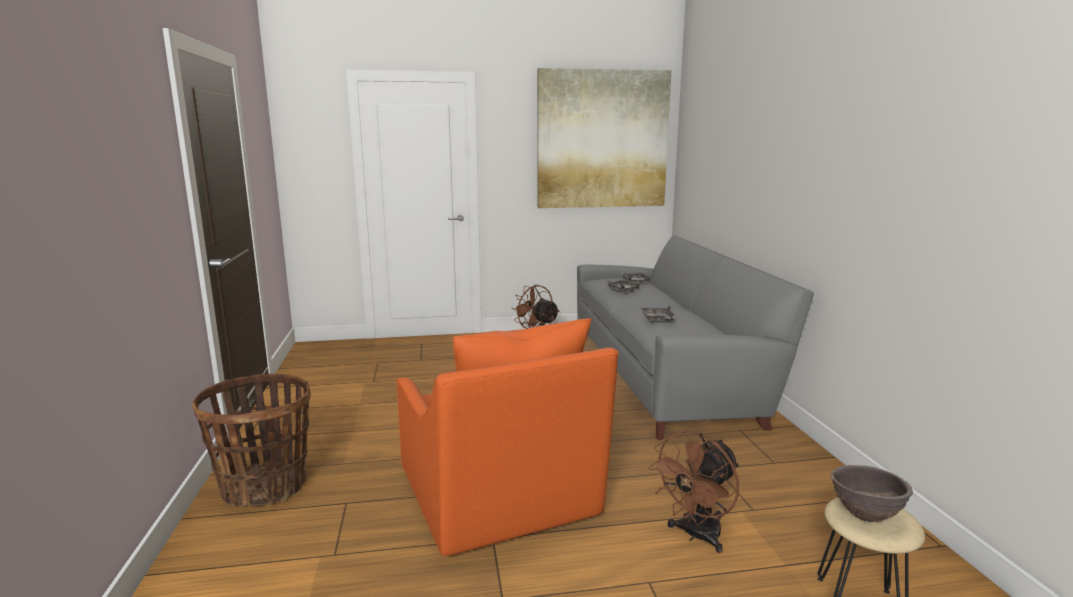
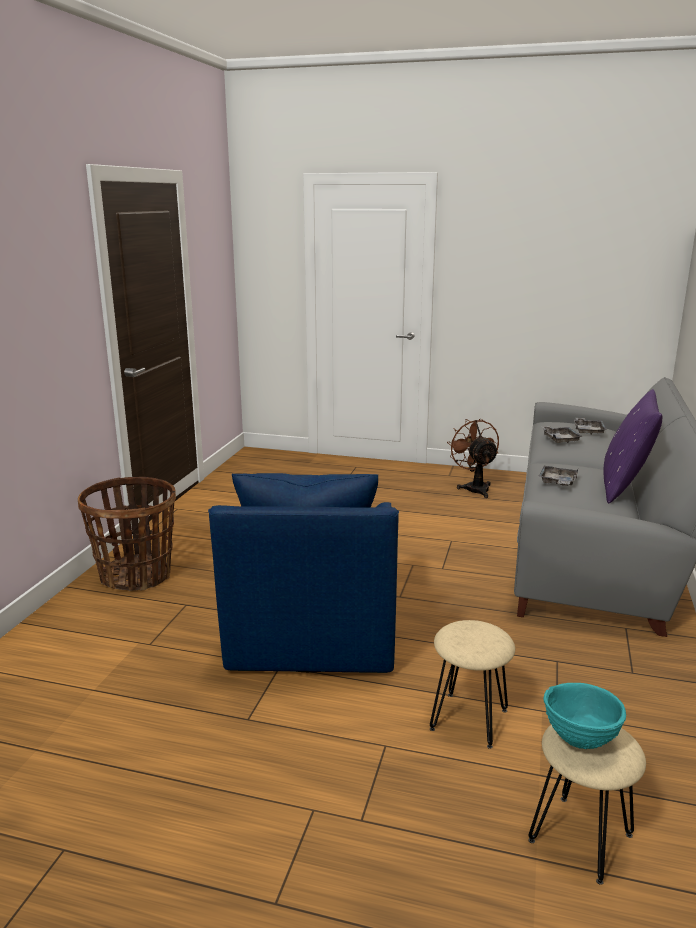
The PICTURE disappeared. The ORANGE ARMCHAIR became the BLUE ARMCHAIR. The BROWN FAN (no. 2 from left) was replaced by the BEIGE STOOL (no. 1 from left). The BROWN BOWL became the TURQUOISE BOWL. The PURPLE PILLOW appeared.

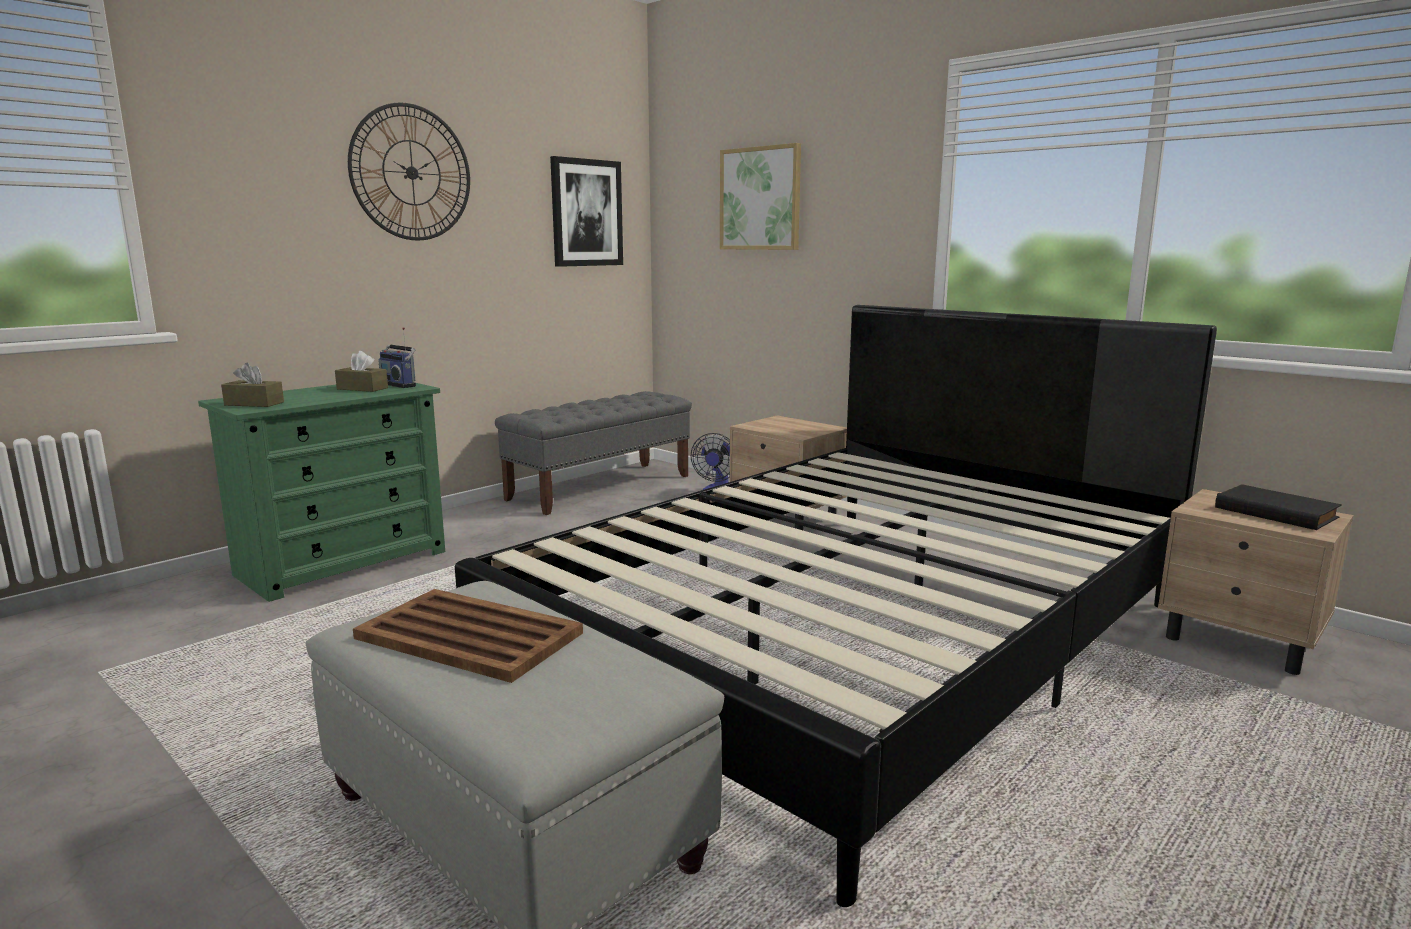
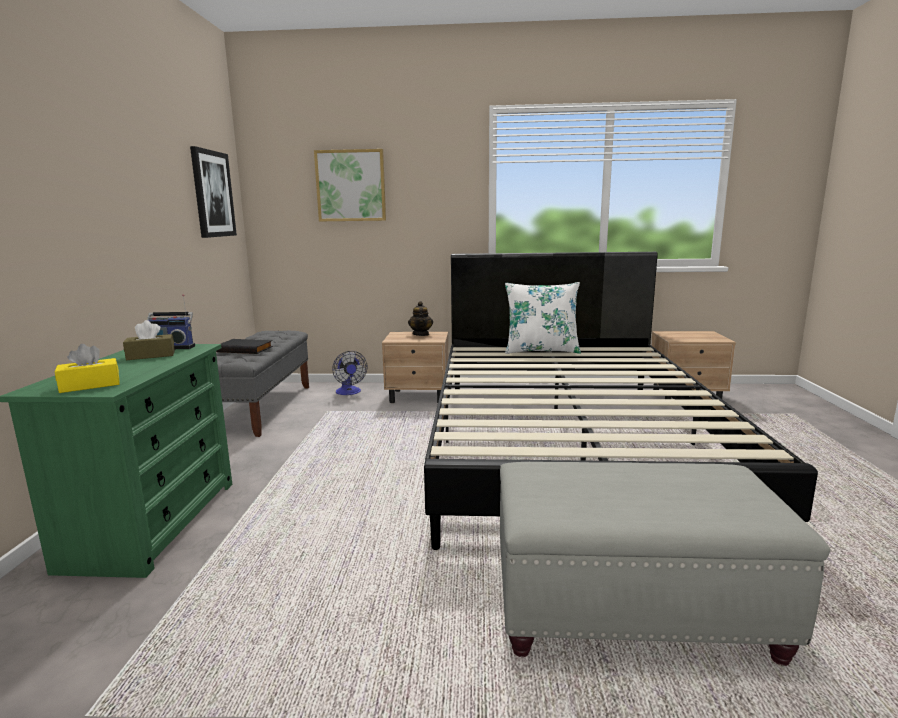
The WALL CLOCK disappeared. The BROWN TISSUE BOX (no. 1 from left) became the YELLOW TISSUE BOX. The BLACK BOOK moved. The BROWN TRAY disappeared. The WHITE PILLOW appeared. The TEAPOT appeared.

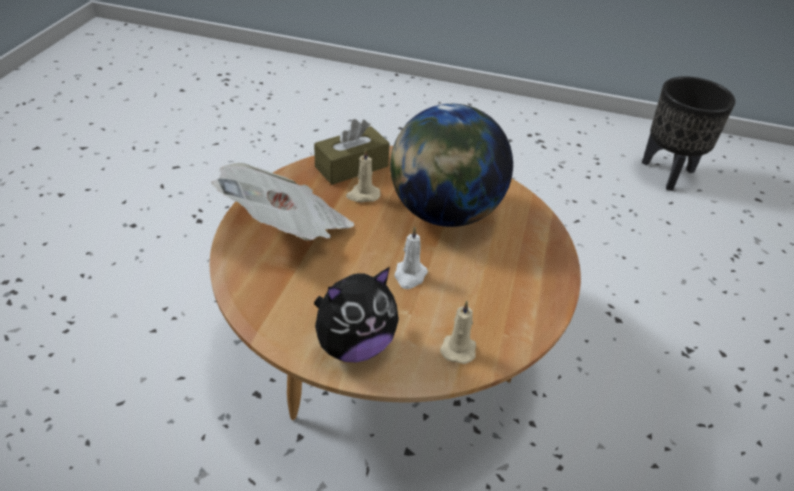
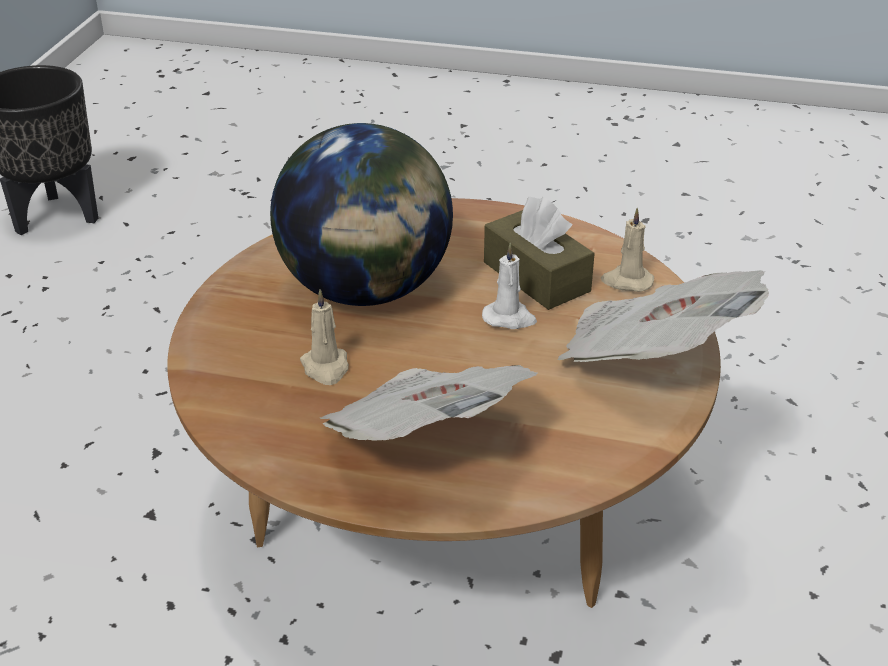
The BROWN TISSUE BOX moved. The PLUSH TOY was replaced by the NEWSPAPER (no. 2 from left).

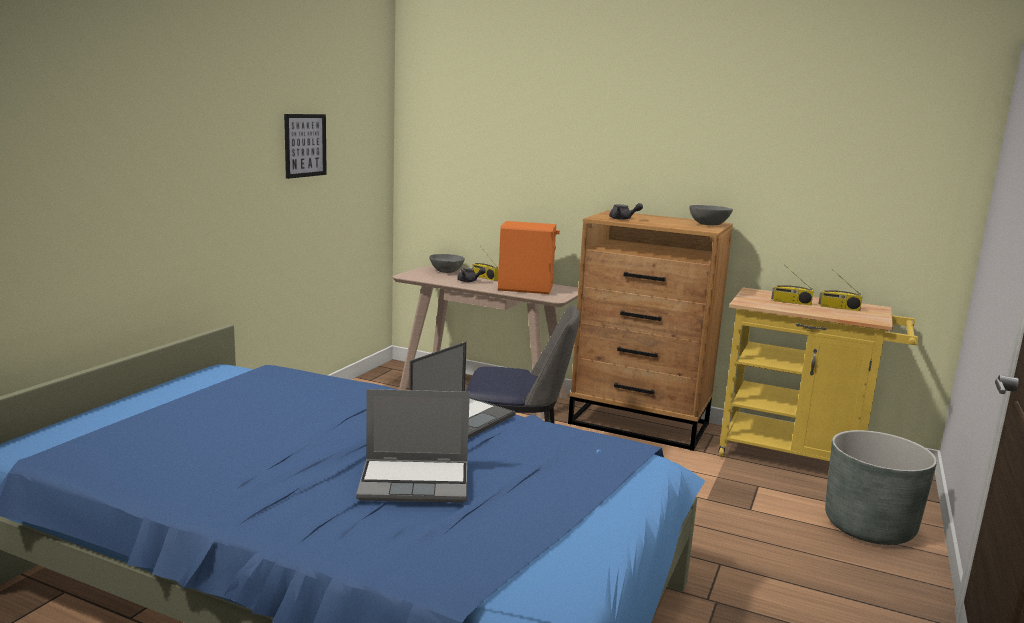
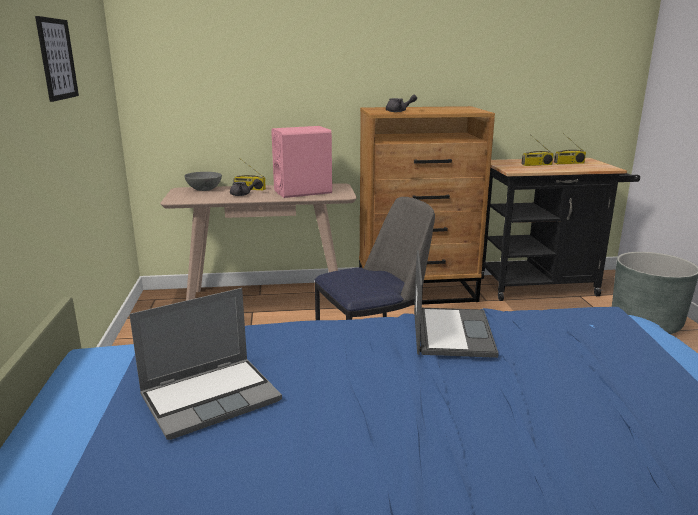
The GREY BOWL (no. 2 from left) disappeared. The ORANGE SPEAKER became the PINK SPEAKER. The YELLOW CART became the BLACK CART. The LAPTOP (no. 1 from left) moved.

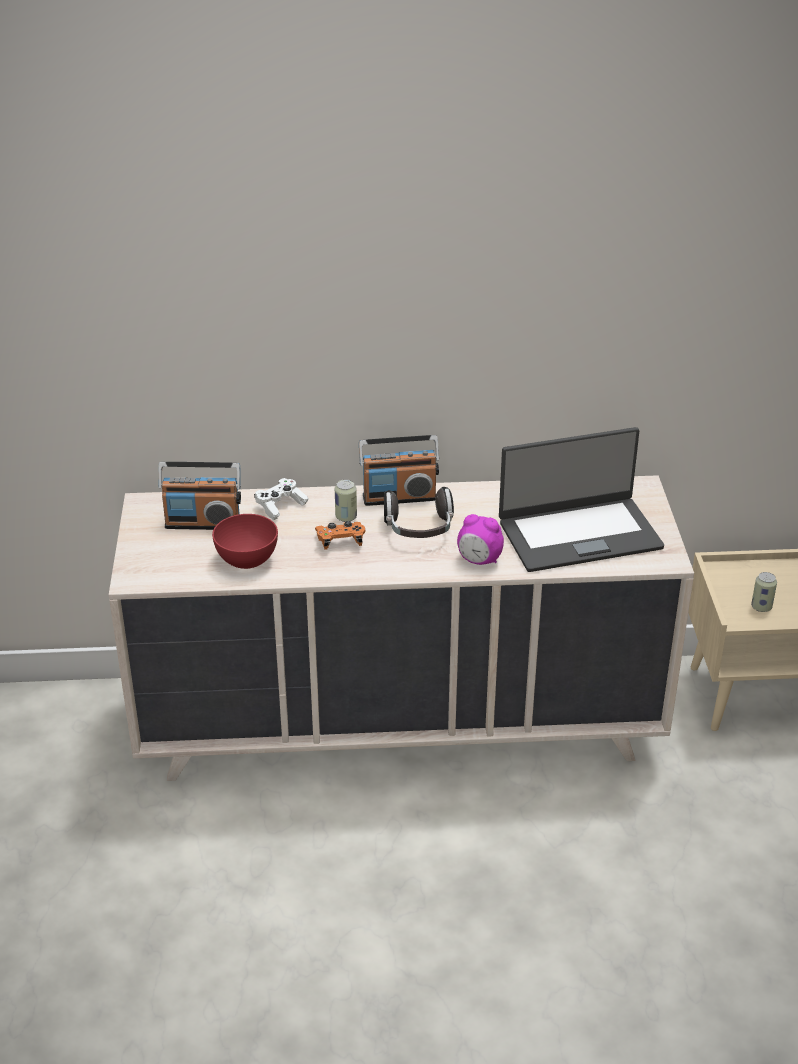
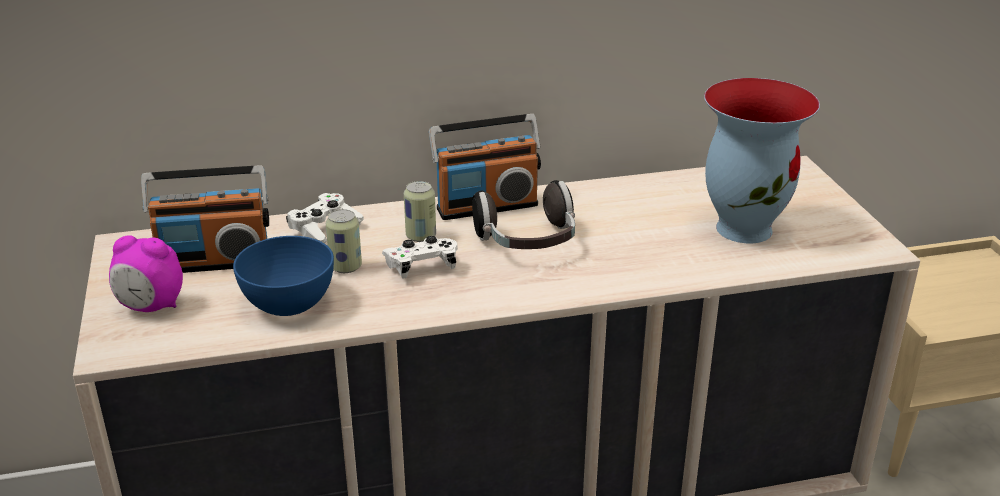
The LAPTOP was replaced by the VASE. The RED BOWL became the BLUE BOWL. The ALARM CLOCK moved. The ORANGE GAME CONTROLLER became the WHITE GAME CONTROLLER (no. 2 from left). The CAN (no. 2 from left in the first image) moved.

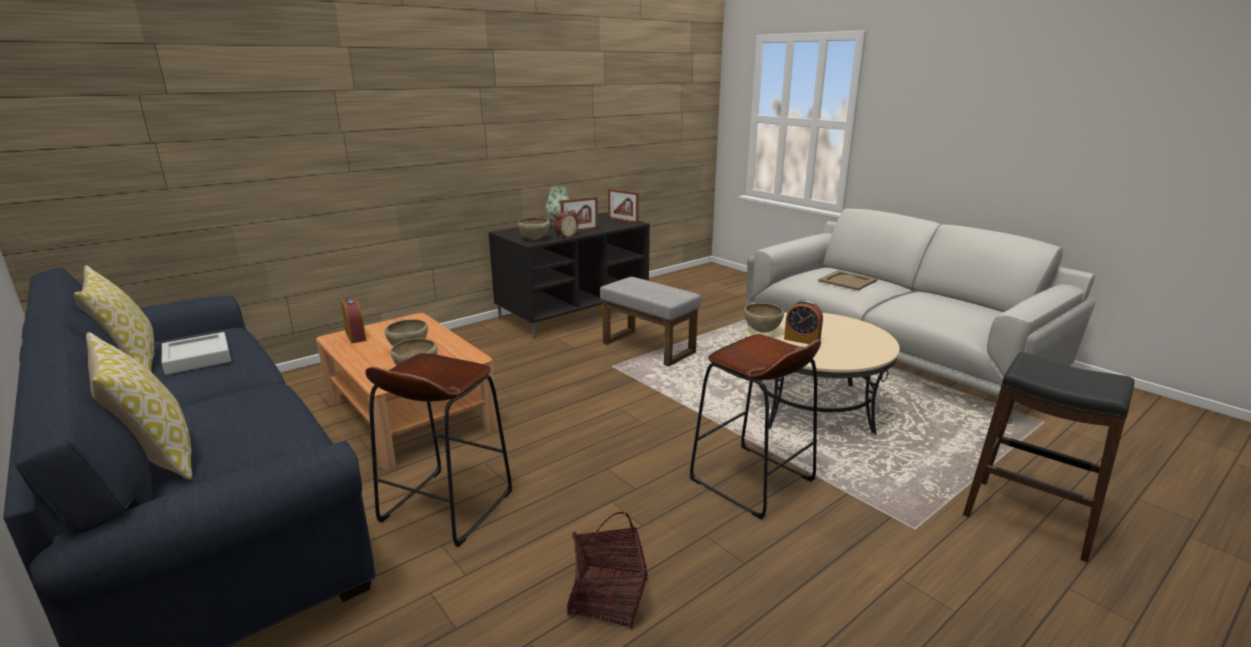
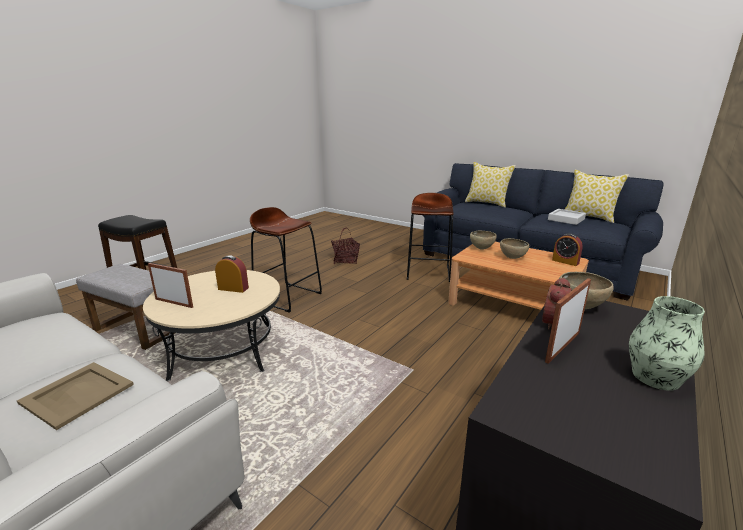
The PICTURE FRAME (no. 2 from left in the first image) moved. The GREY OTTOMAN moved. The BROWN BOWL (no. 4 from left) disappeared.

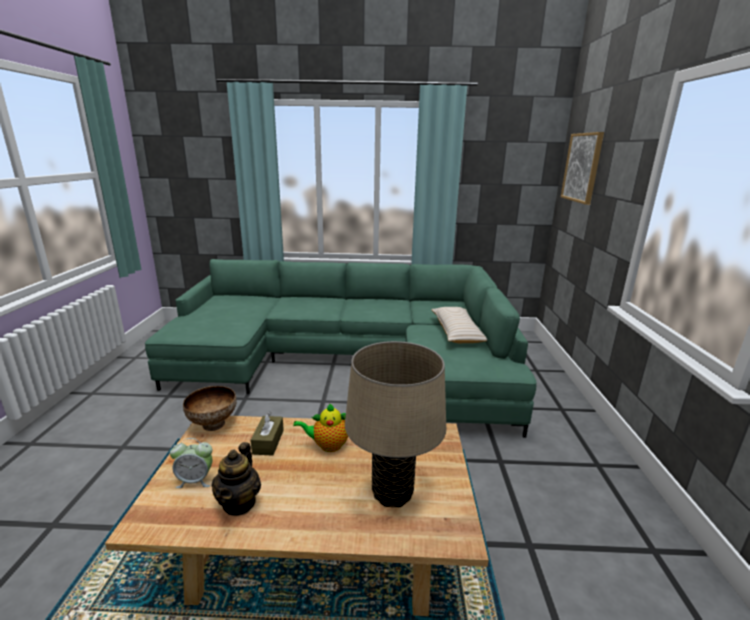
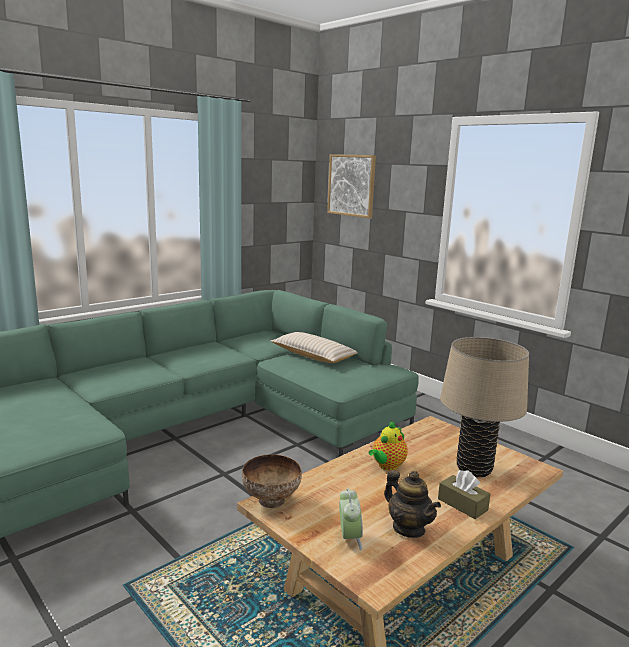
The BROWN TISSUE BOX moved. The ALARM CLOCK turned 45 degrees counterclockwise.

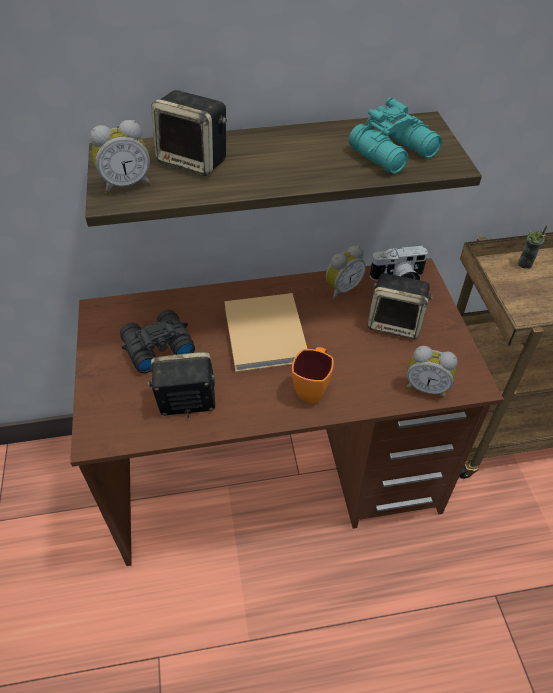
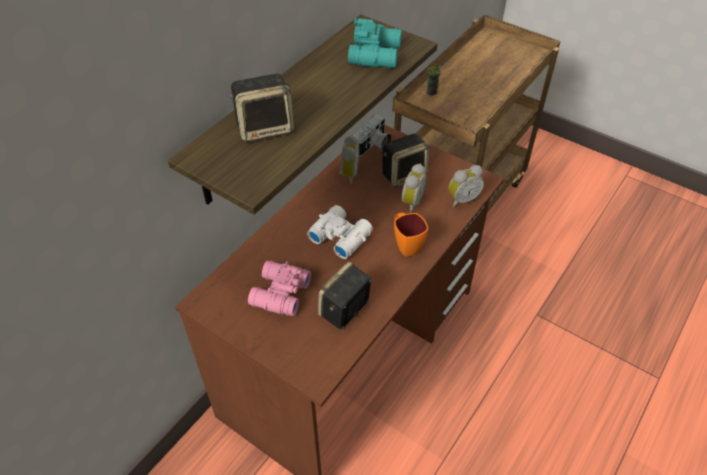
The ALARM CLOCK (no. 1 from left in the first image) moved. The BEIGE BOOK was replaced by the WHITE BINOCULARS. The BLACK BINOCULARS became the PINK BINOCULARS.

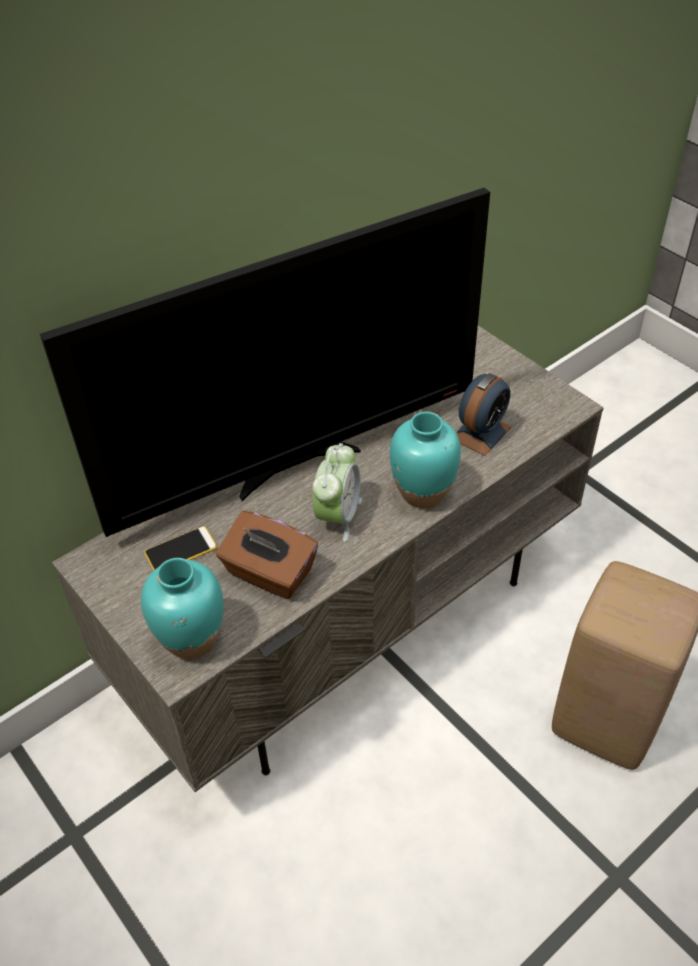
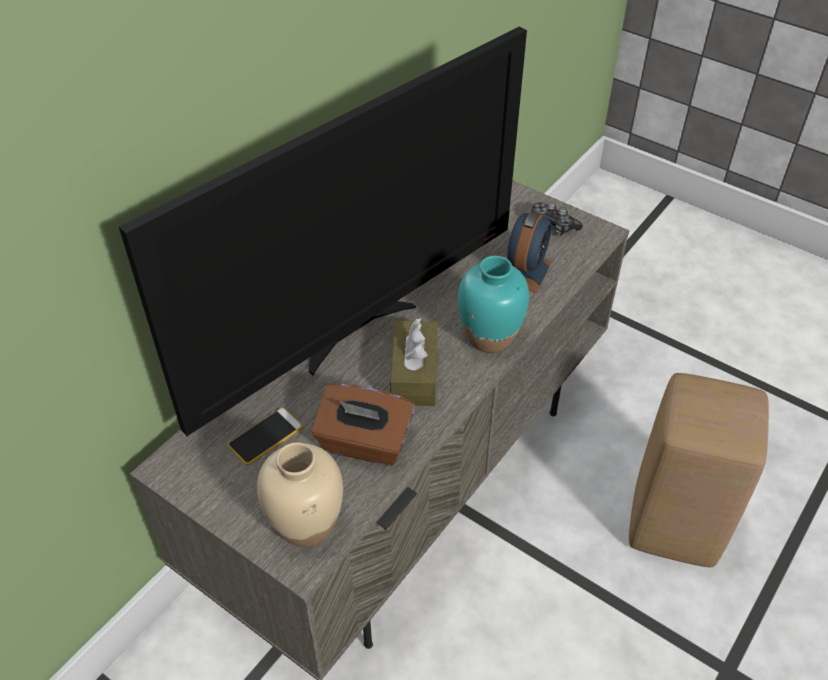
The ALARM CLOCK (no. 1 from left) was replaced by the BROWN TISSUE BOX (no. 2 from left). The TURQUOISE VASE (no. 1 from left) became the BEIGE VASE. The GAME CONTROLLER appeared.

